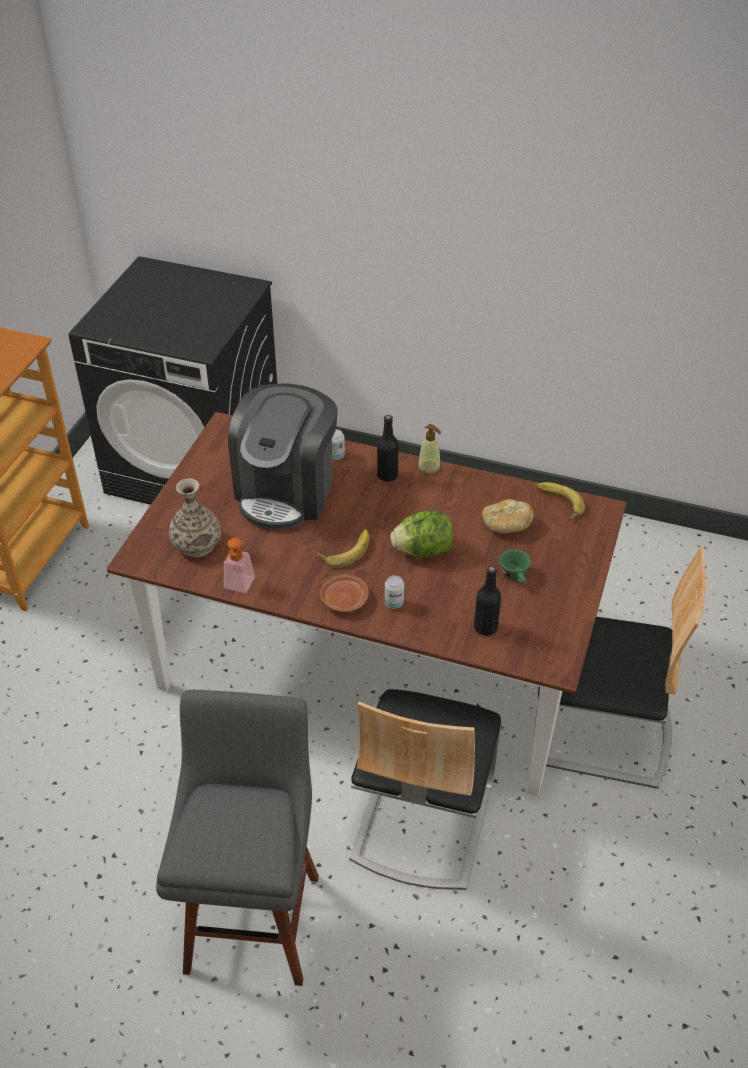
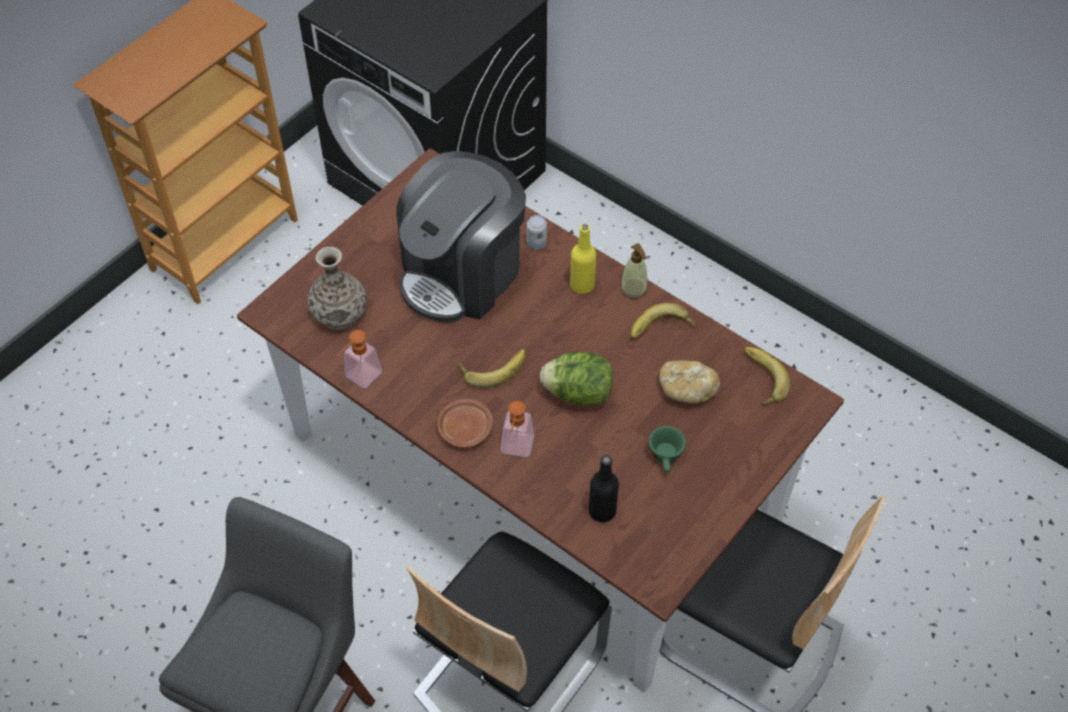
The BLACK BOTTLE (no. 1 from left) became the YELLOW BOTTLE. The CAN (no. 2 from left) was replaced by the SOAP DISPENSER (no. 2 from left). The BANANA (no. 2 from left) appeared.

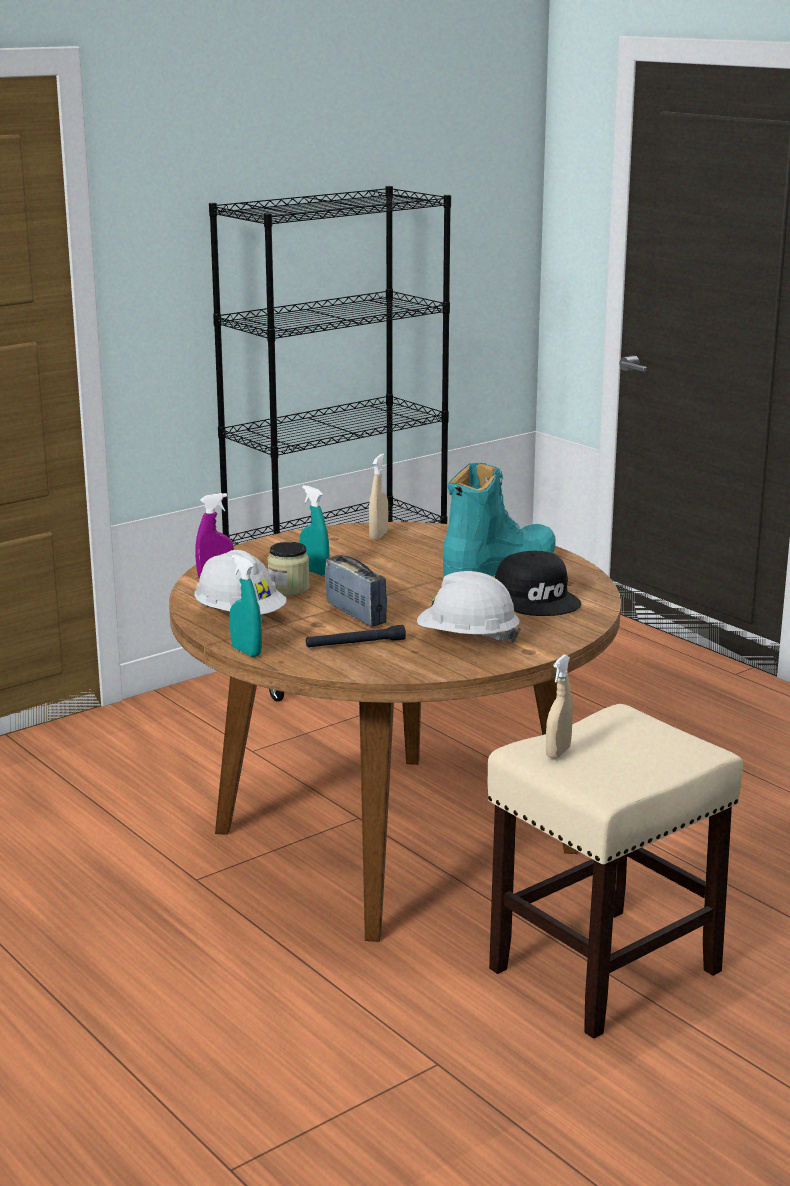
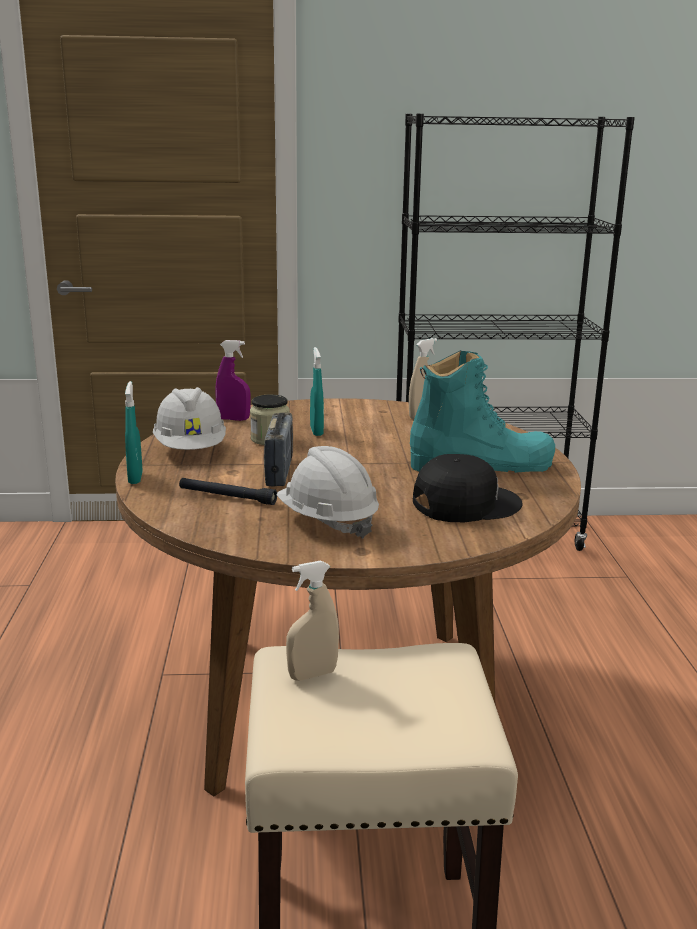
The BLACK CAP turned 120 degrees counterclockwise.

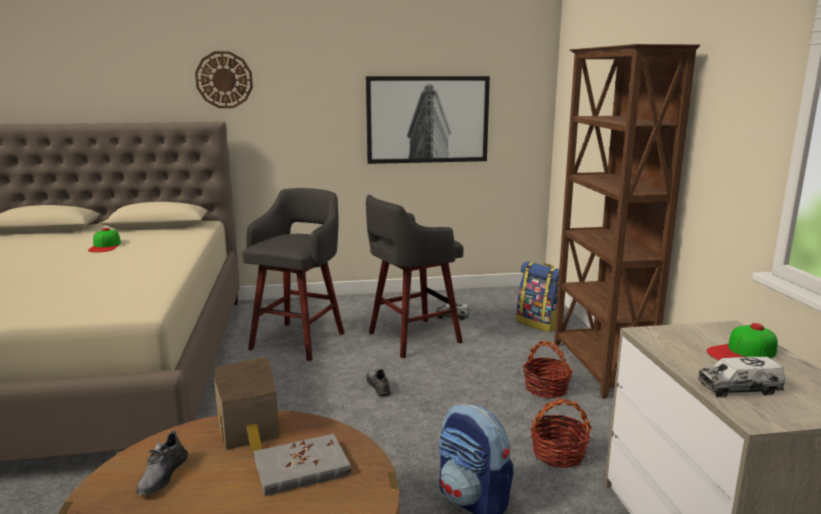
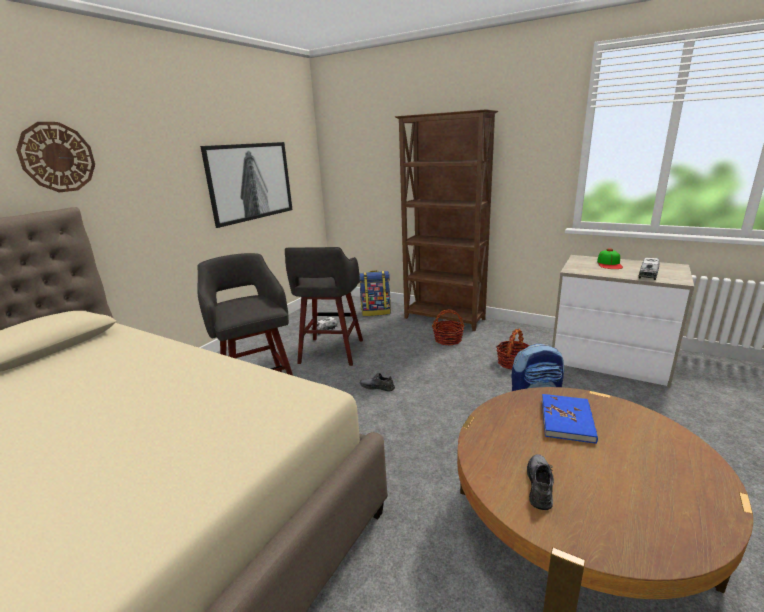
The CAP (no. 1 from left) disappeared. The TOY HOUSE disappeared. The GREY SHOE (no. 1 from left in the first image) turned 120 degrees counterclockwise. The GREY BOOK became the BLUE BOOK.

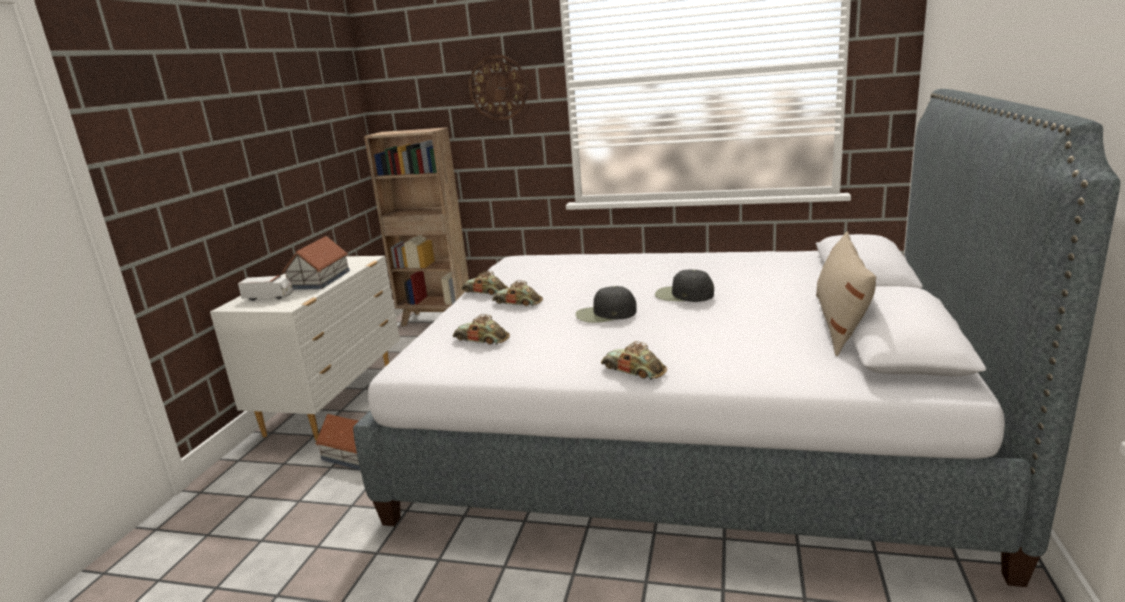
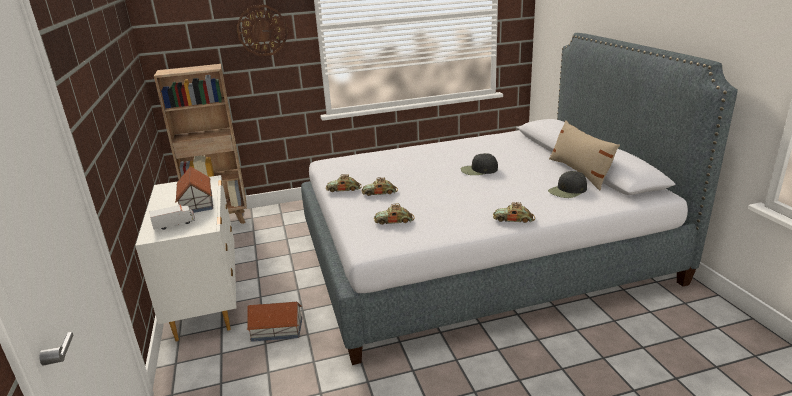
The BLACK CAP (no. 1 from left in the first image) moved.

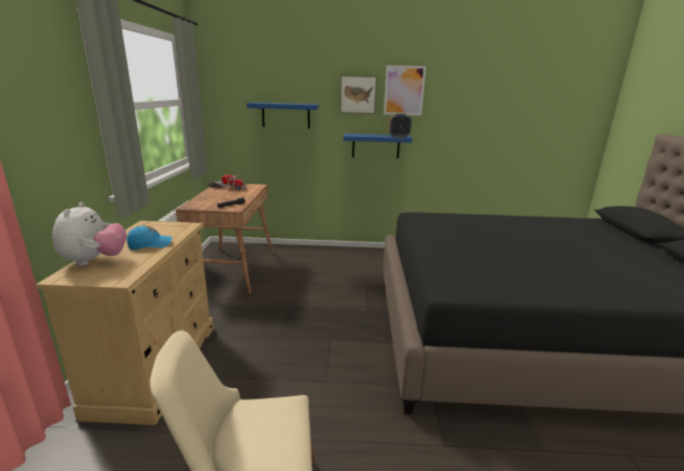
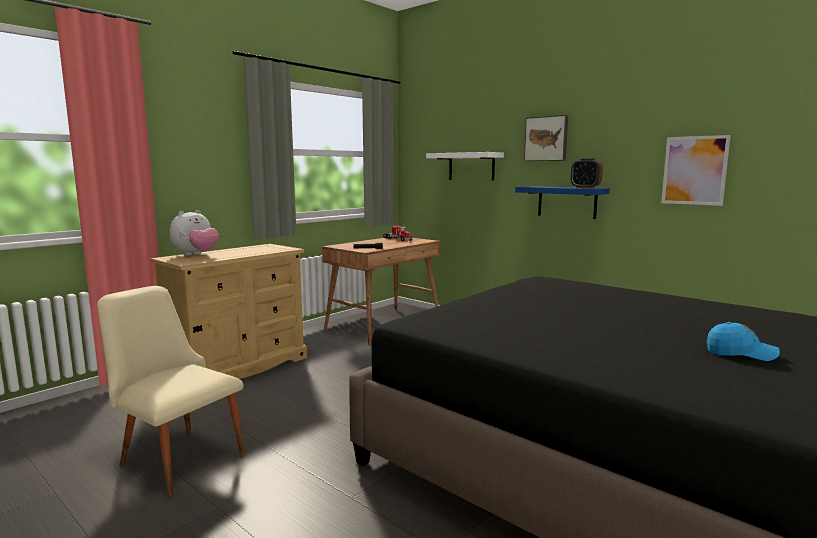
The PICTURE (no. 2 from left) moved. The BLUE SHELF (no. 1 from left) became the WHITE SHELF. The BLUE CAP moved.

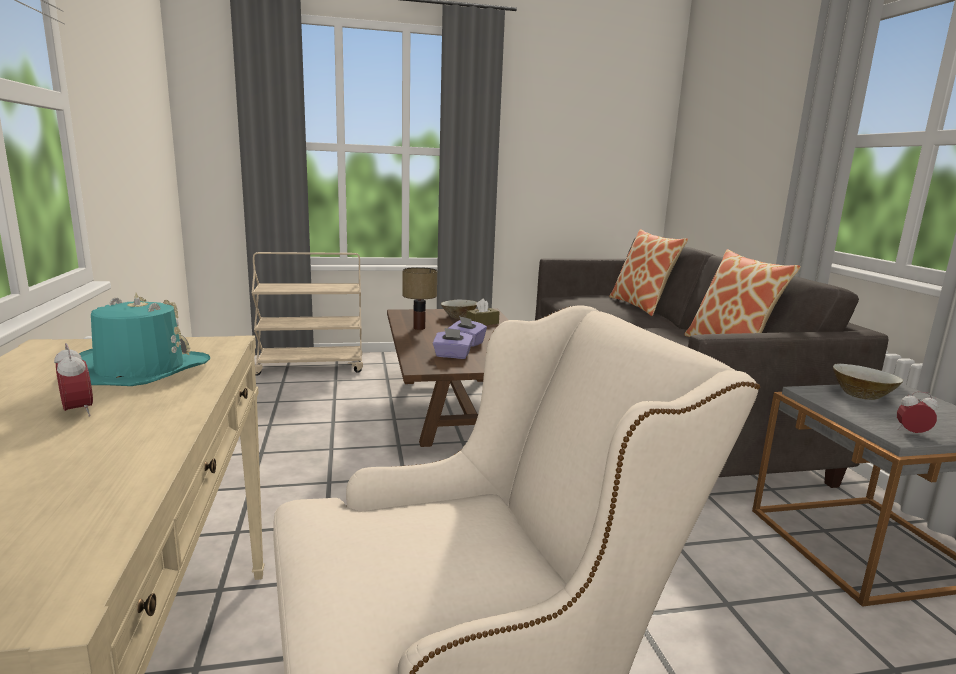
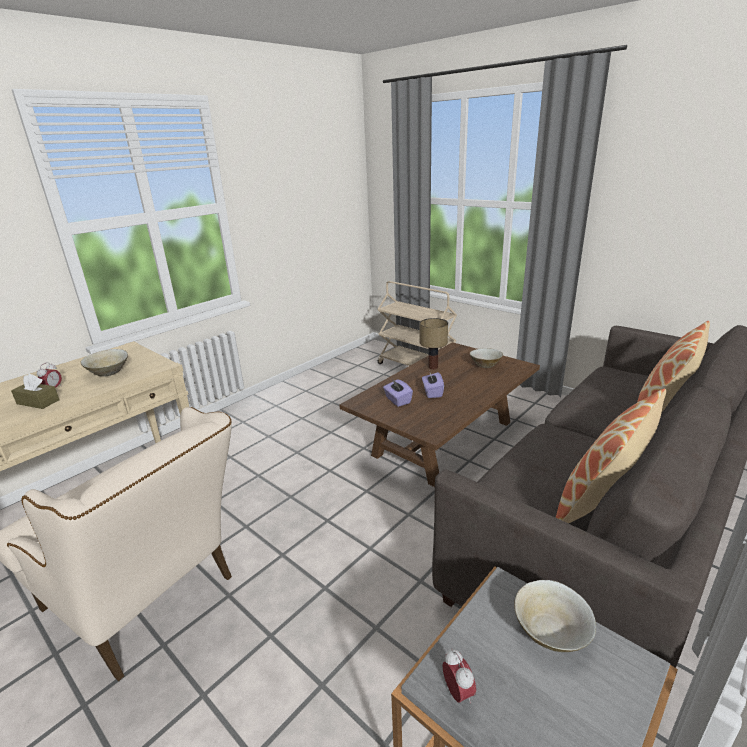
The TURQUOISE HAT was replaced by the BEIGE BOWL (no. 1 from left). The BROWN TISSUE BOX moved.

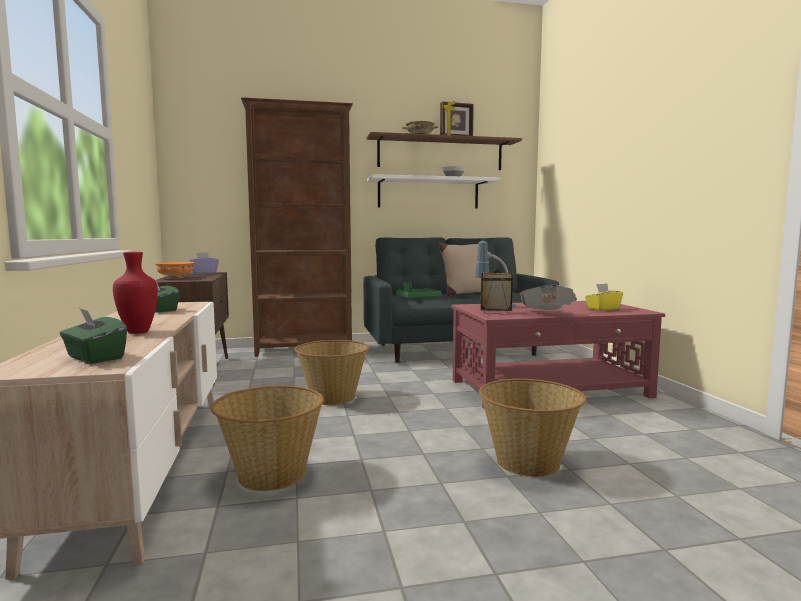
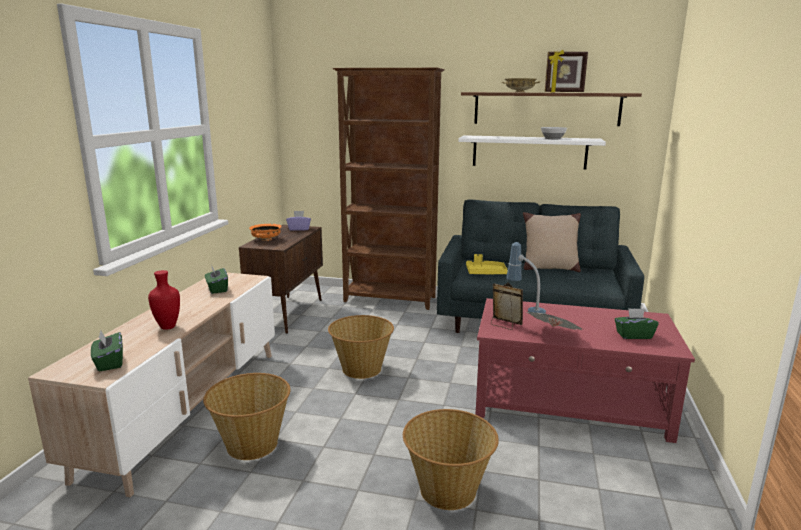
The GREEN TRAY became the YELLOW TRAY. The YELLOW TISSUE BOX became the GREEN TISSUE BOX (no. 3 from left).

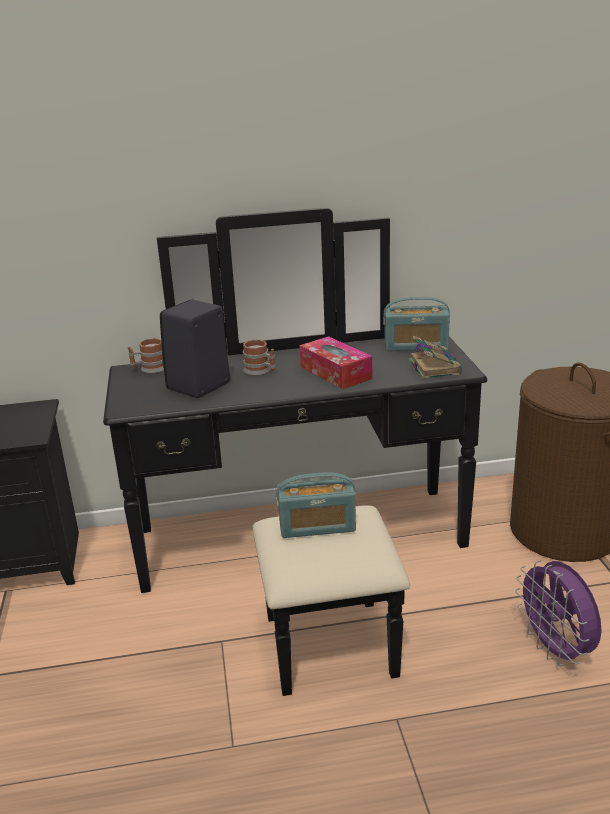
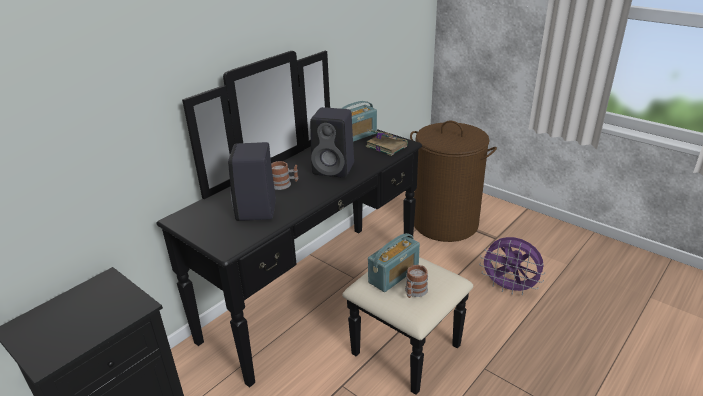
The TISSUE BOX was replaced by the BLACK SPEAKER (no. 2 from left). The MUG (no. 1 from left in the first image) moved.

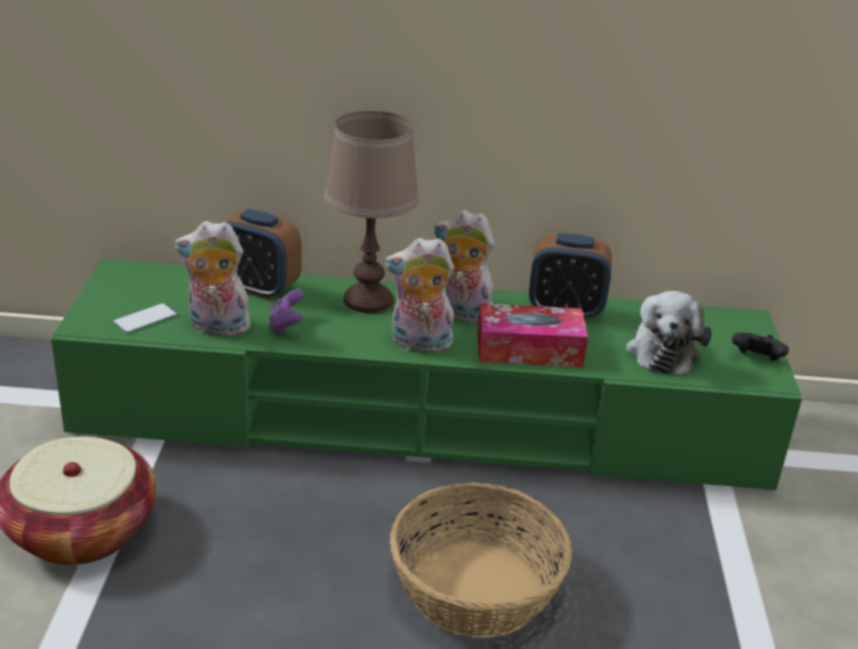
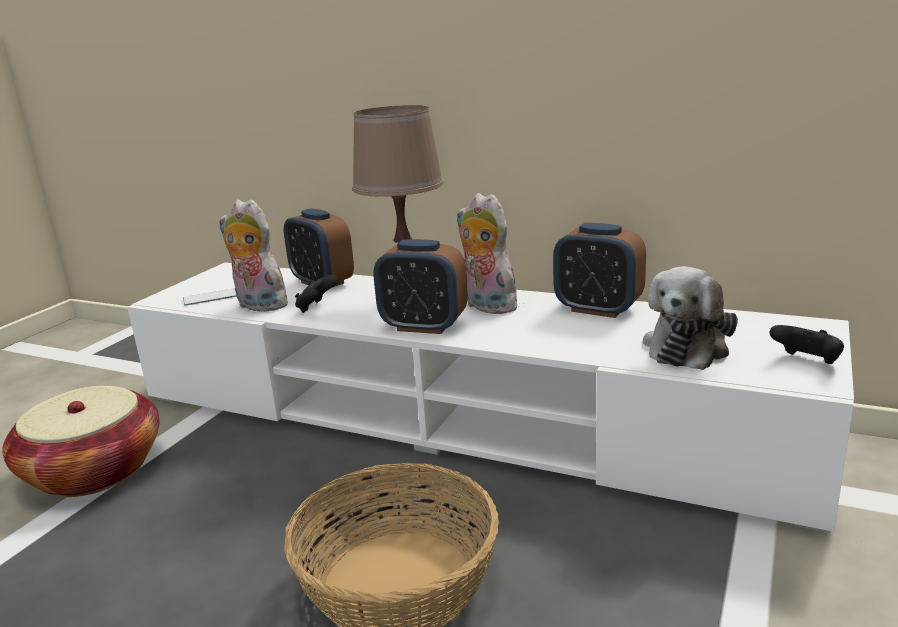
The PLUSH TOY (no. 2 from left) was replaced by the ALARM CLOCK (no. 2 from left). The GREEN TV STAND became the WHITE TV STAND. The PURPLE GAME CONTROLLER became the BLACK GAME CONTROLLER (no. 1 from left). The TISSUE BOX disappeared.

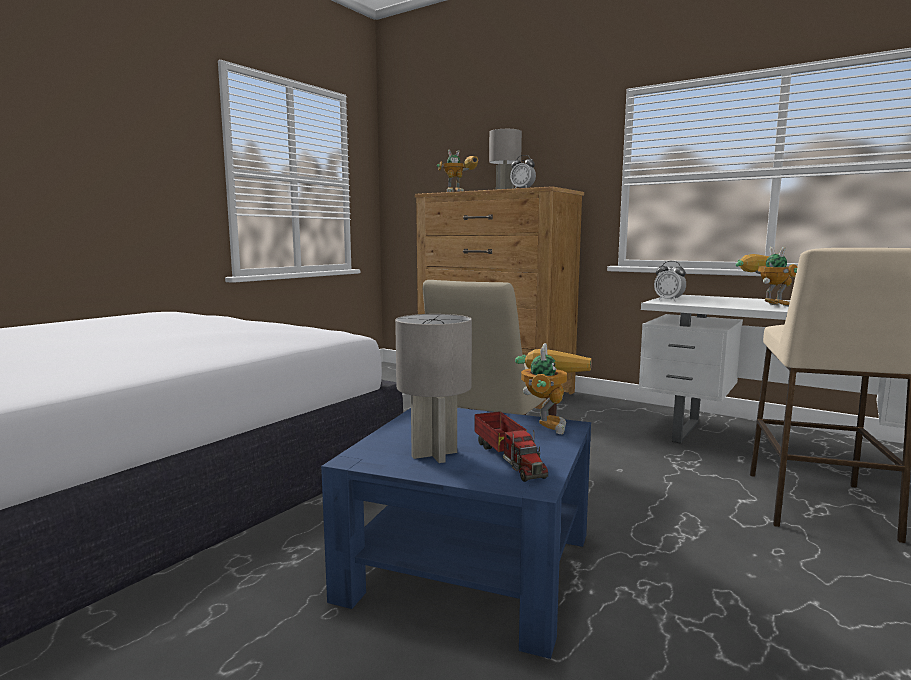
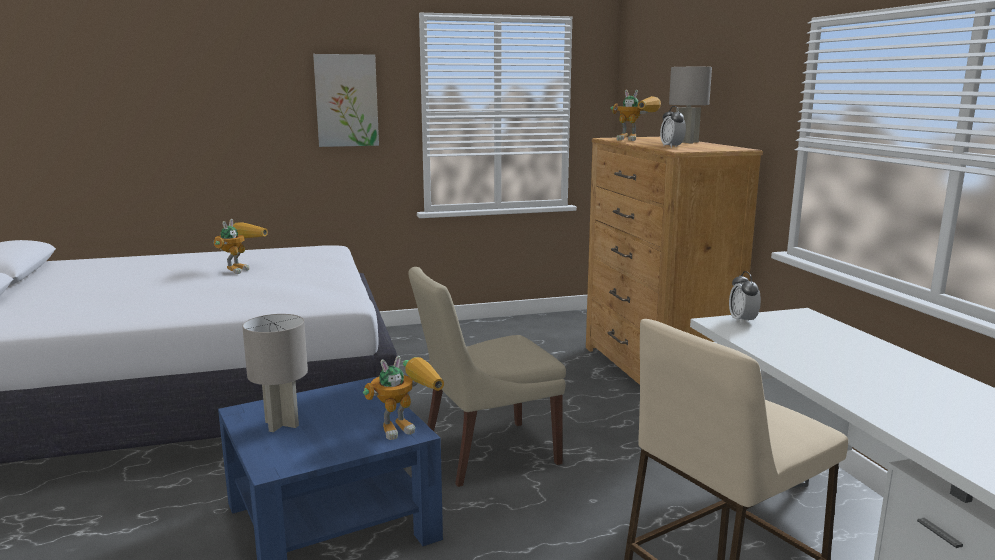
The TOY ROBOT (no. 3 from left in the first image) moved. The TOY TRUCK disappeared. The PICTURE appeared.

